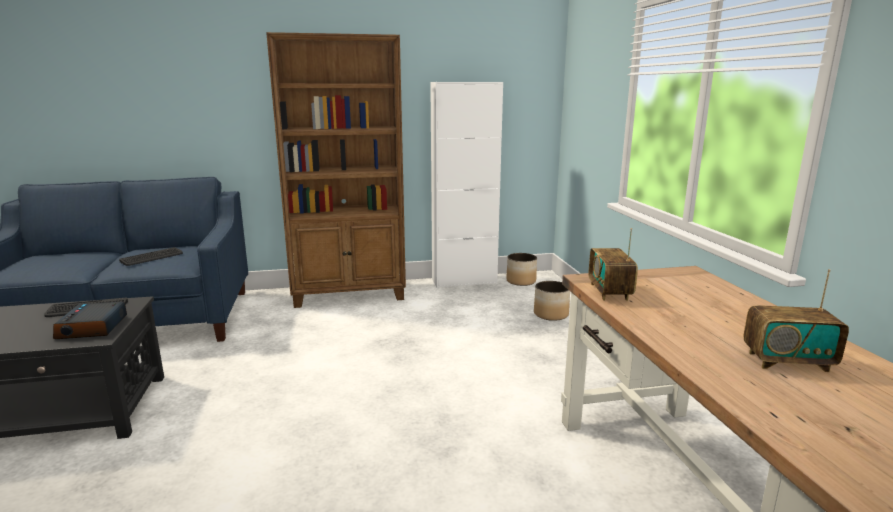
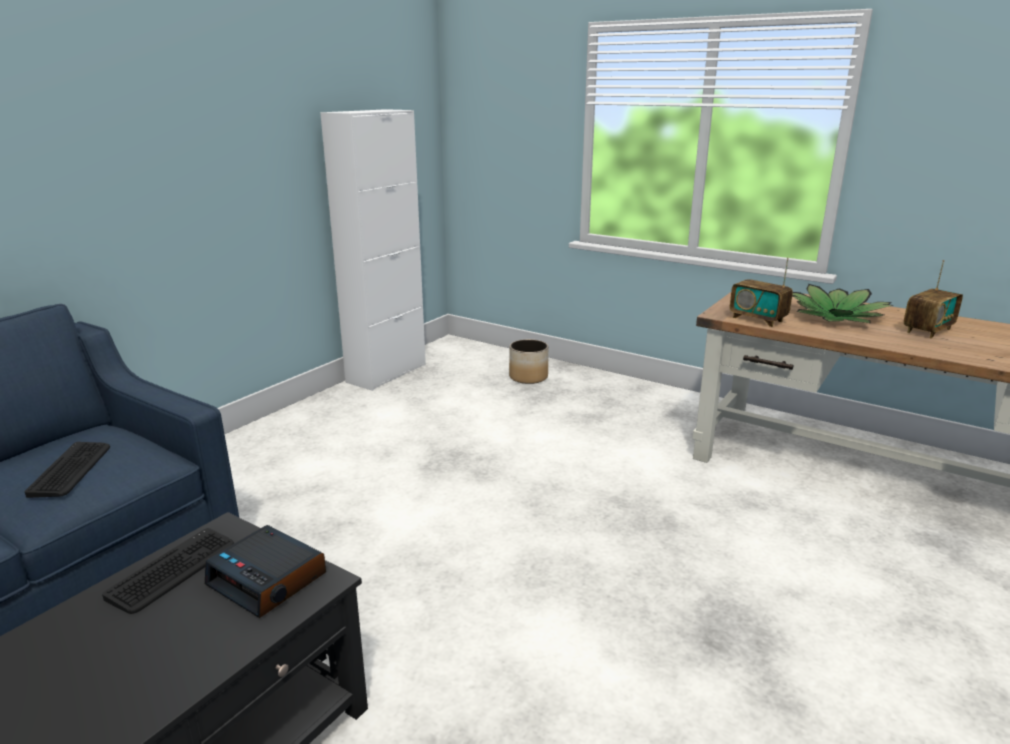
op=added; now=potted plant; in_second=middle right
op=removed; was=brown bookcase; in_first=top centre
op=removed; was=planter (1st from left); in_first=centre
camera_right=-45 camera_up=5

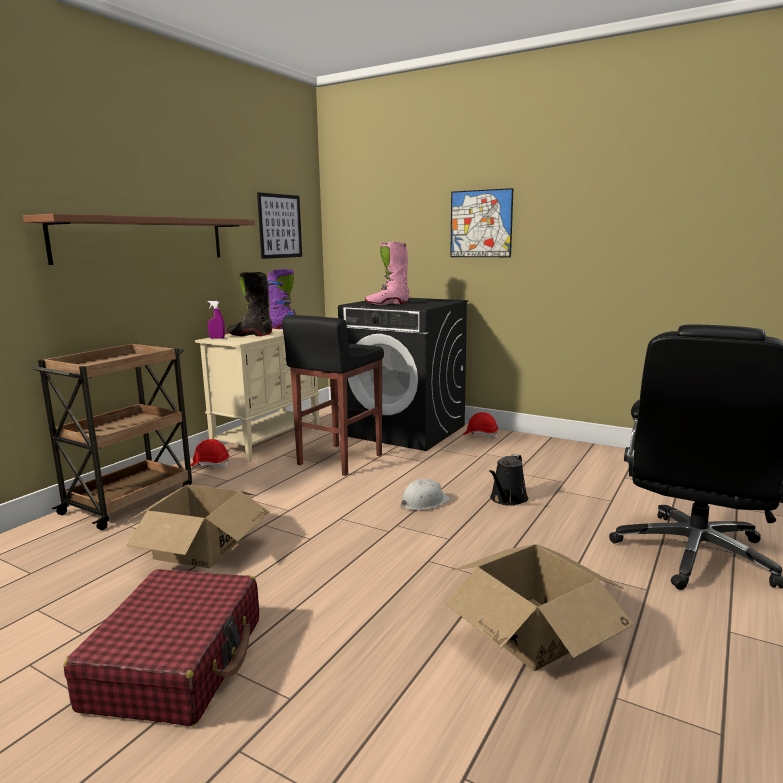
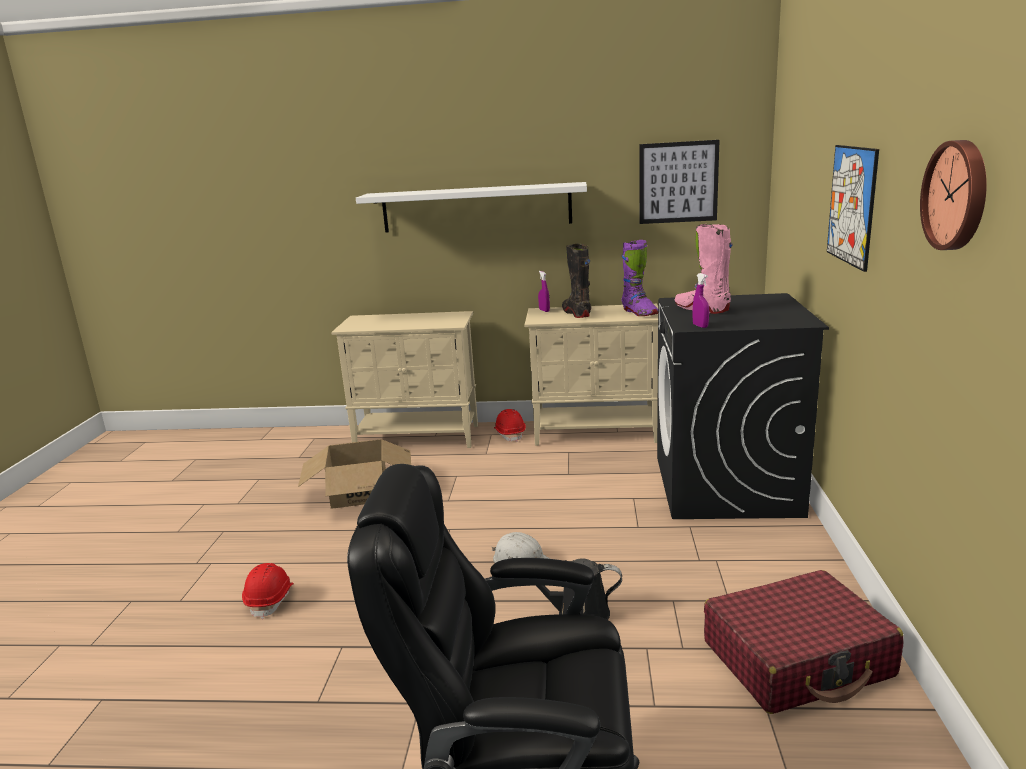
op=moved; was=red hard hat (2nd from left in the first image); now=red hard hat (1st from left); in_first=centre; in_second=bottom left
op=replaced; was=brown cart; now=beige cabinet (1st from left); in_first=middle left; in_second=centre
op=recoloured; was=brown shelf; now=white shelf; in_first=top left; in_second=top centre
op=added; now=purple spray bottle (2nd from left); in_second=middle right
op=moved; was=red suitcase; in_first=bottom left; in_second=bottom right
op=added; now=wall clock; in_second=top right
op=removed; was=black stool; in_first=centre
op=removed; was=cardboard box (2nd from left); in_first=bottom right
camera_right=65 camera_up=5

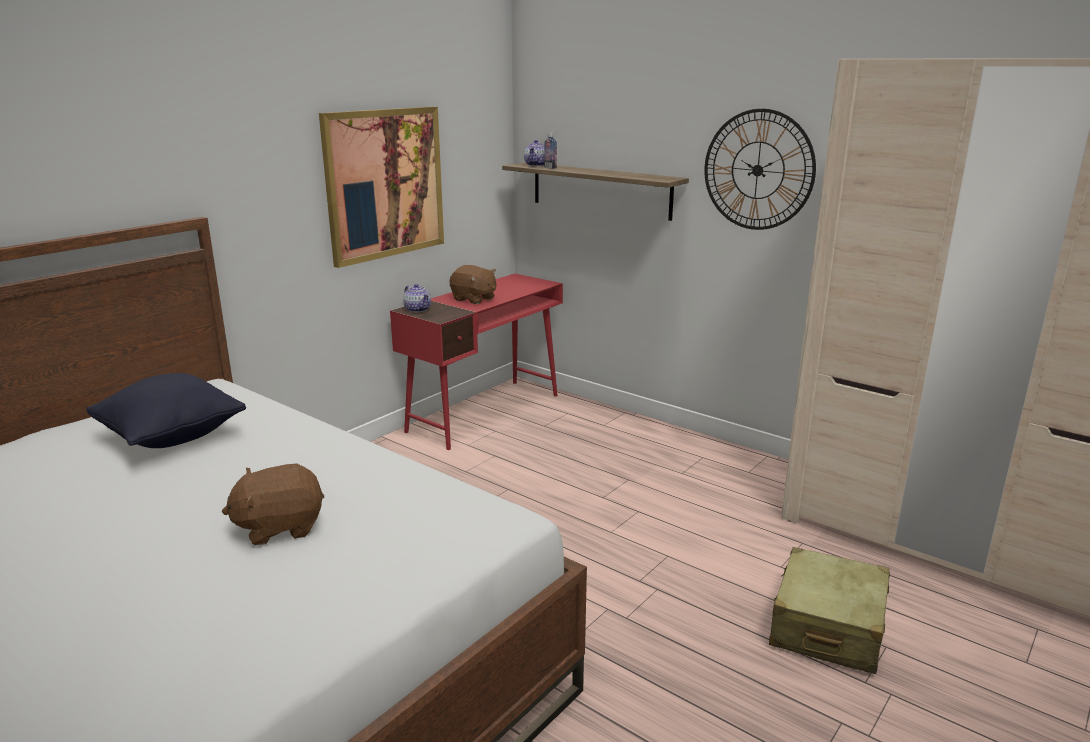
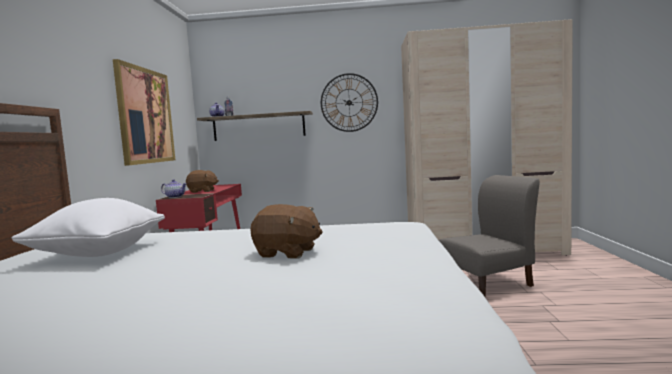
op=recoloured; was=black pillow; now=white pillow; in_first=middle left; in_second=middle left
op=turned; was=brown plush toy (1st from left in the first image); in_first=bottom left; in_second=centre; clockwise=-105
op=replaced; was=beige suitcase; now=grey chair; in_first=bottom right; in_second=middle right
camera_right=-35 camera_up=-15

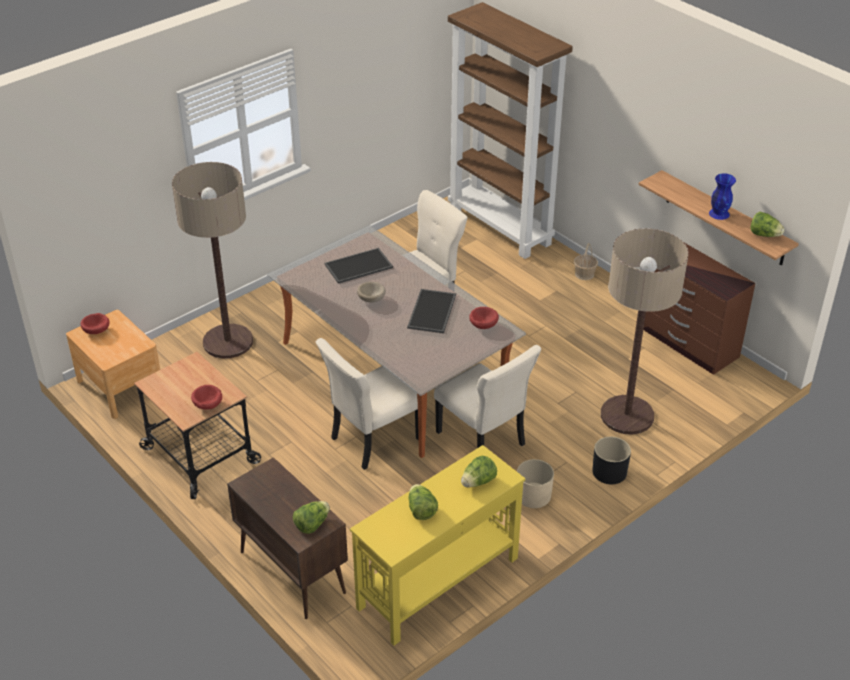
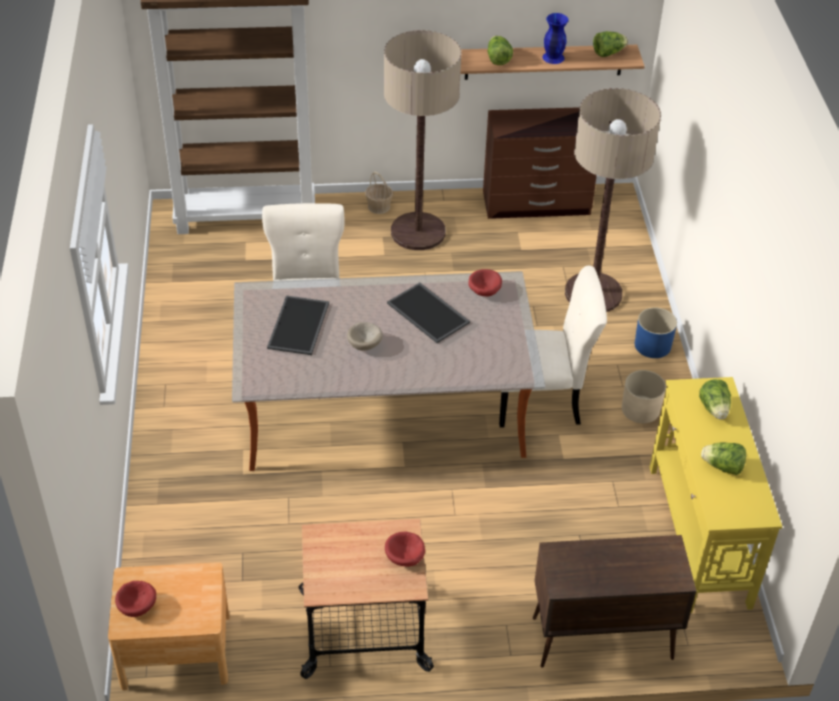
op=moved; was=floor lamp (1st from left); in_first=middle left; in_second=top centre
op=moved; was=lettuce (1st from left); in_first=bottom centre; in_second=top centre
op=recoloured; was=black planter; now=blue planter; in_first=bottom right; in_second=middle right
op=removed; was=beige chair (1st from left); in_first=centre
camera_right=-55 camera_up=5

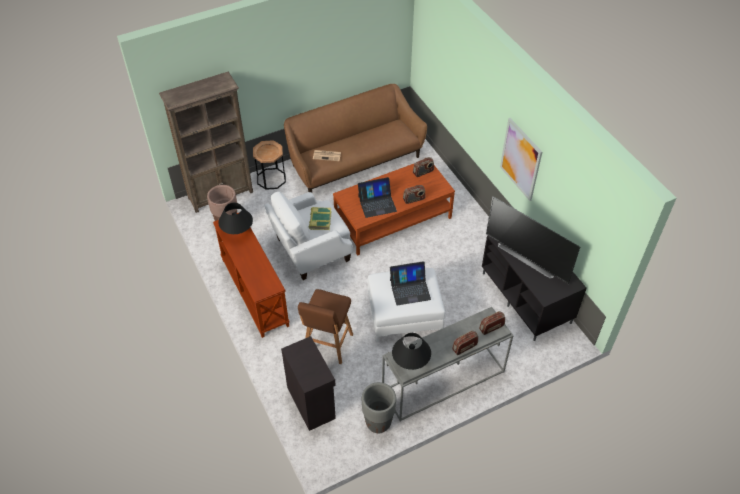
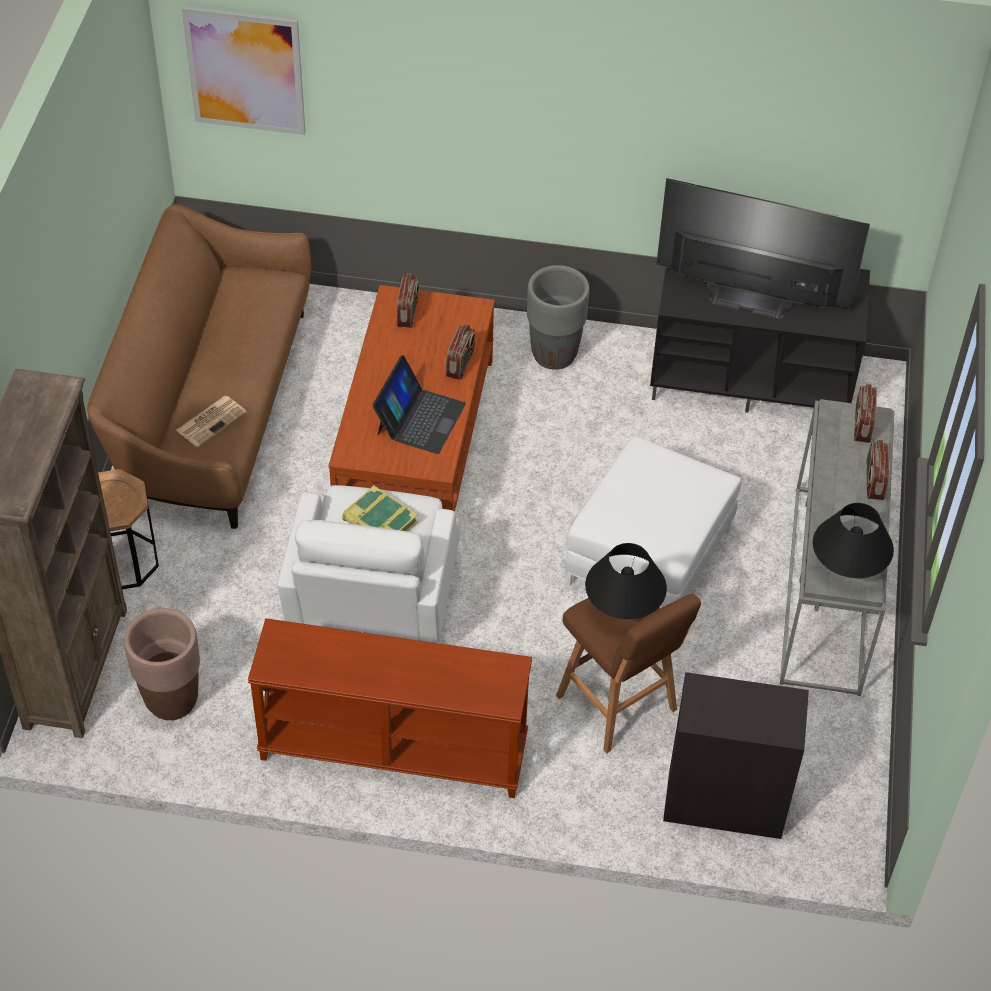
op=moved; was=picture; in_first=top right; in_second=top left
op=moved; was=grey planter; in_first=bottom centre; in_second=top centre
op=moved; was=black table lamp (1st from left); in_first=middle left; in_second=centre
op=turned; was=television; in_first=middle right; in_second=top right; clockwise=-150
op=removed; was=laptop (2nd from left); in_first=centre
camera_right=-55 camera_up=0

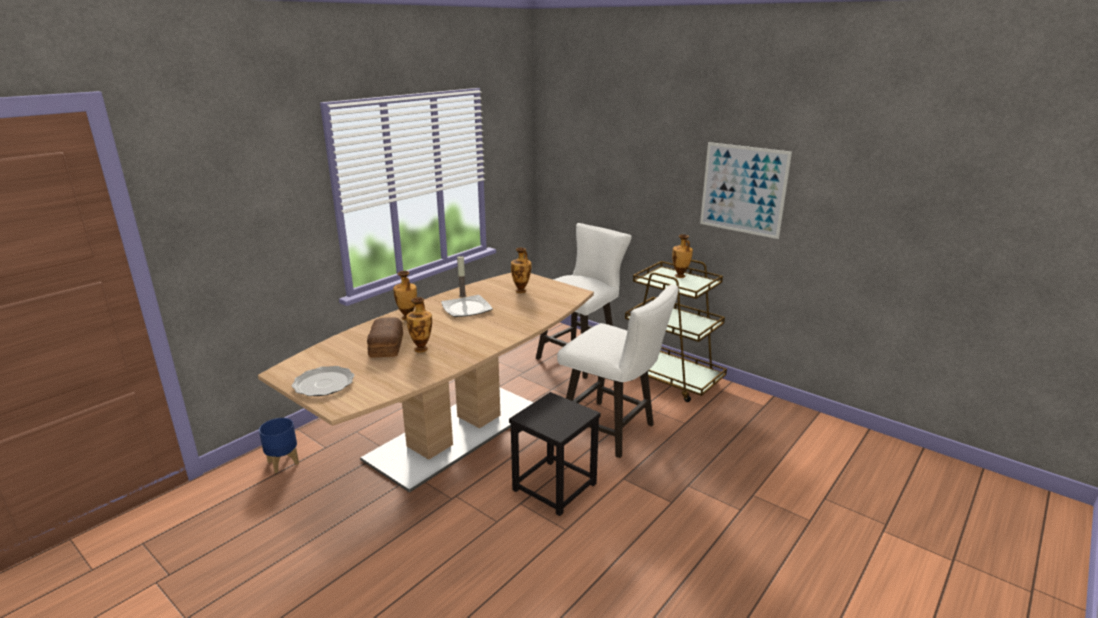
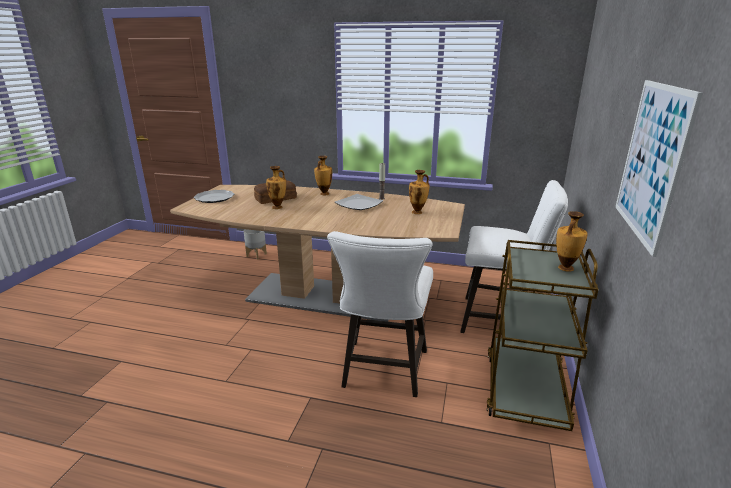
op=recoloured; was=blue planter; now=grey planter; in_first=bottom left; in_second=centre
op=removed; was=black stool; in_first=bottom centre
camera_right=65 camera_up=0

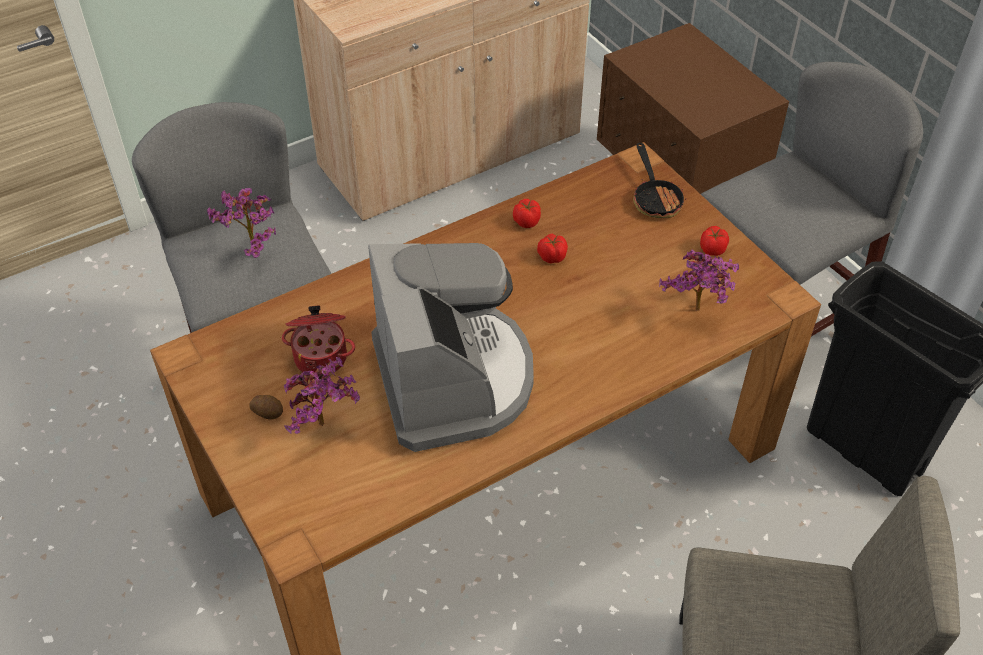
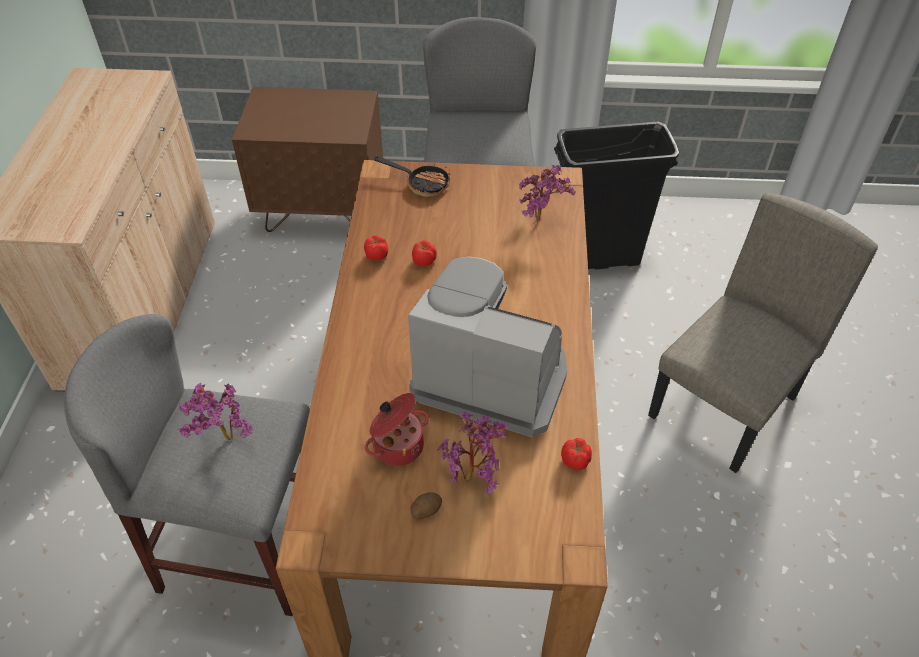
op=moved; was=tomato (3rd from left); in_first=middle right; in_second=bottom centre
camera_right=-55 camera_up=0

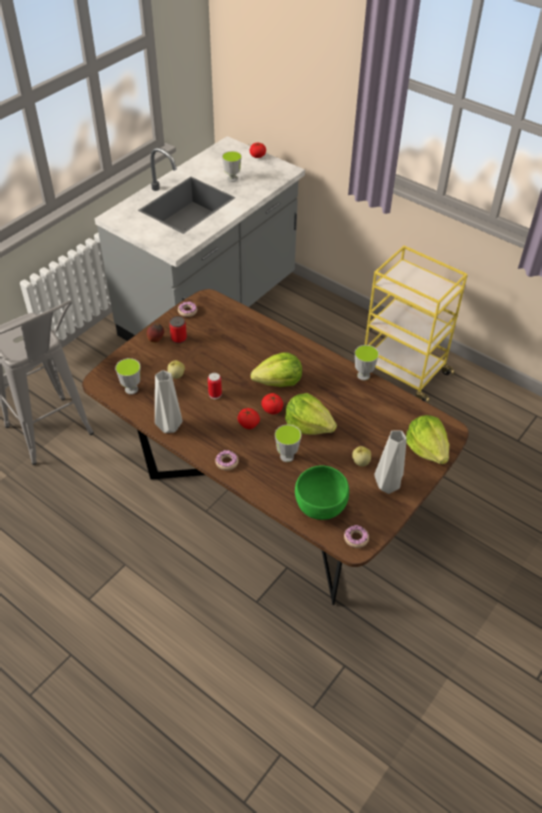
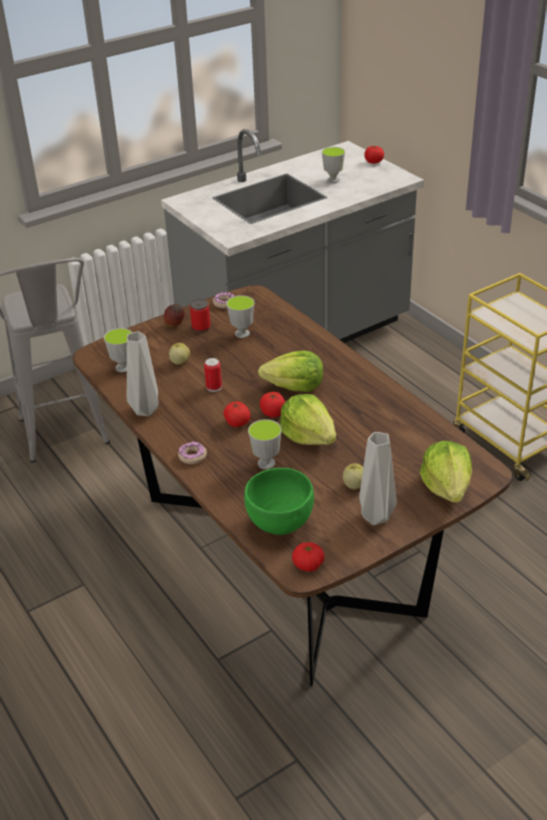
op=moved; was=cup (4th from left in the first image); now=cup (2nd from left); in_first=middle right; in_second=centre
op=replaced; was=donut (3rd from left); now=tomato (3rd from left); in_first=centre; in_second=bottom centre
camera_right=20 camera_up=-10

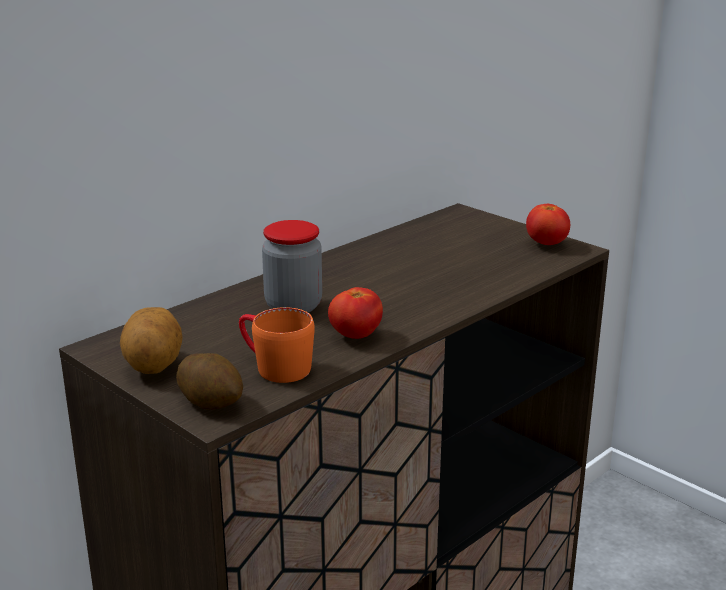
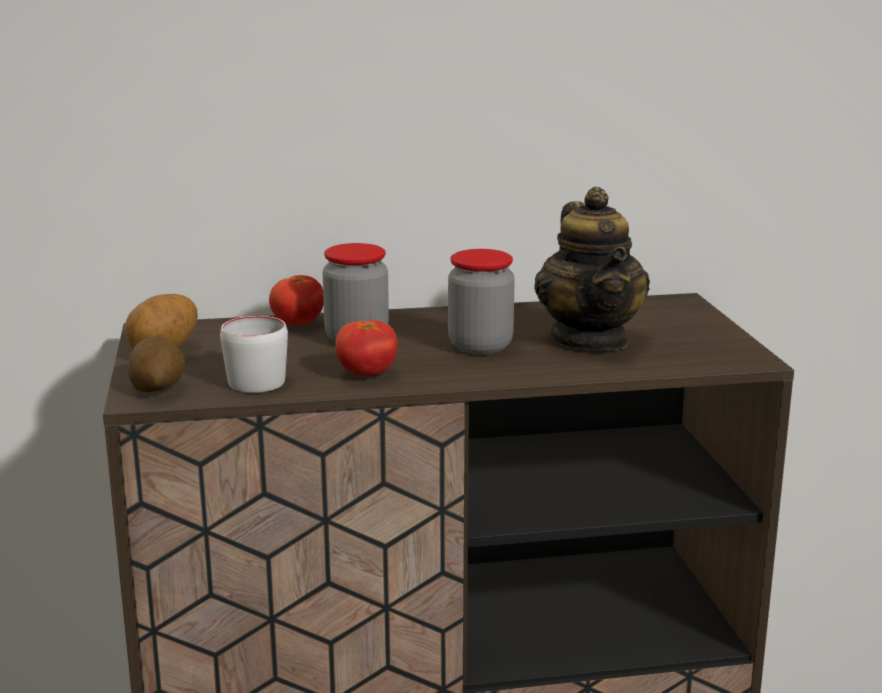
op=recoloured; was=orange mug; now=grey mug; in_first=centre; in_second=middle left
op=moved; was=tomato (2nd from left in the first image); now=tomato (1st from left); in_first=middle right; in_second=centre
op=added; now=jar (2nd from left); in_second=centre
op=added; now=teapot; in_second=middle right
camera_right=35 camera_up=-5

